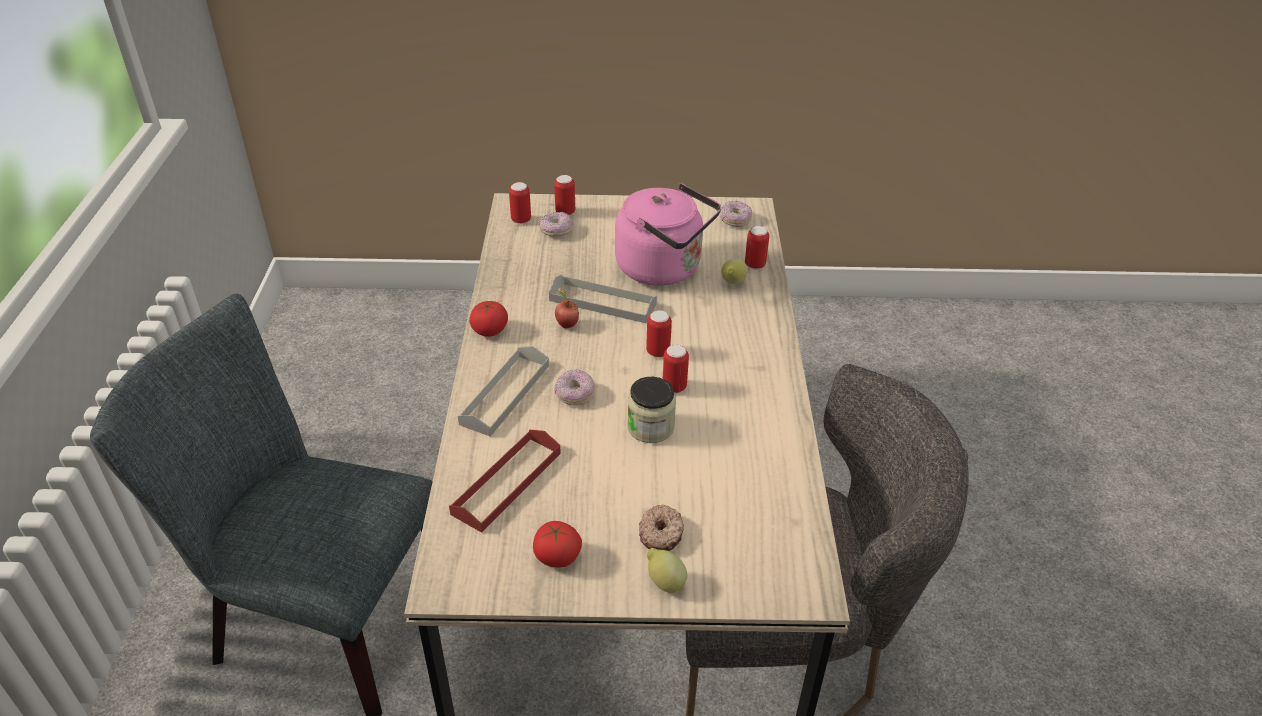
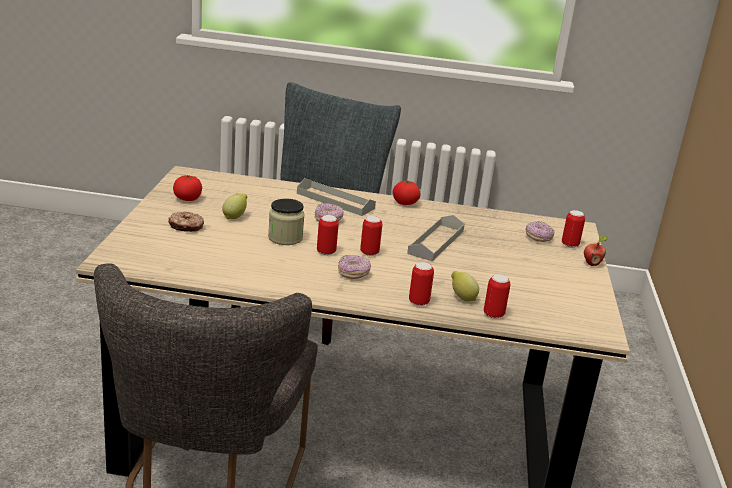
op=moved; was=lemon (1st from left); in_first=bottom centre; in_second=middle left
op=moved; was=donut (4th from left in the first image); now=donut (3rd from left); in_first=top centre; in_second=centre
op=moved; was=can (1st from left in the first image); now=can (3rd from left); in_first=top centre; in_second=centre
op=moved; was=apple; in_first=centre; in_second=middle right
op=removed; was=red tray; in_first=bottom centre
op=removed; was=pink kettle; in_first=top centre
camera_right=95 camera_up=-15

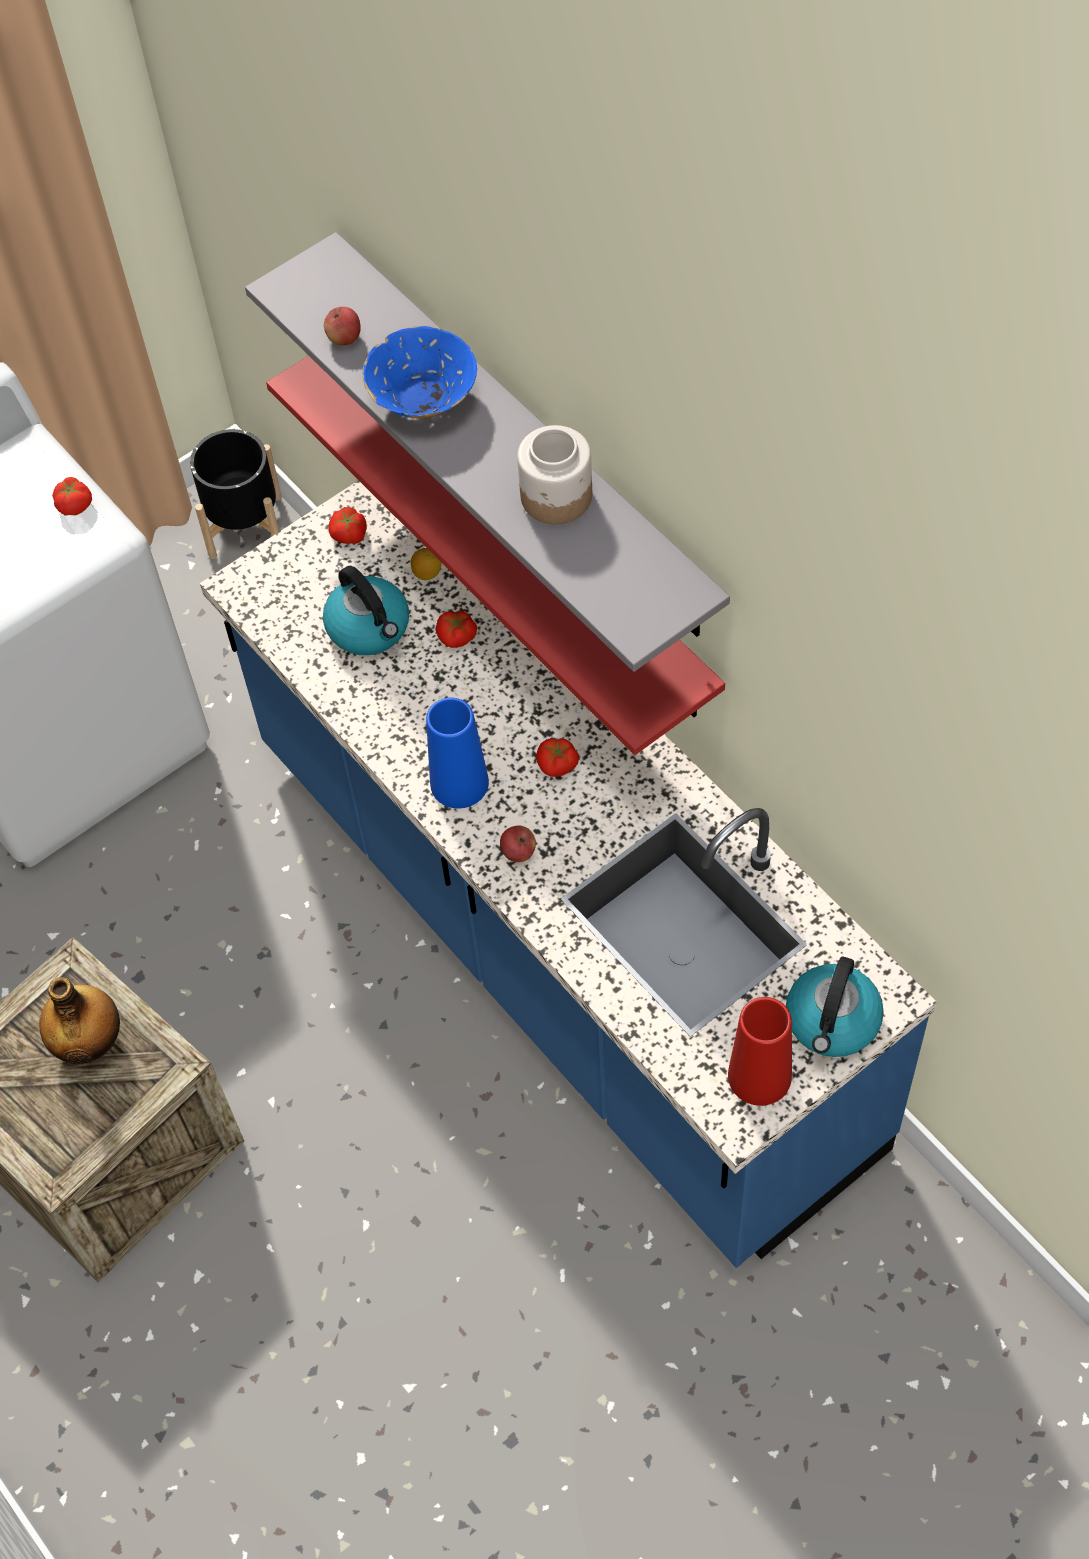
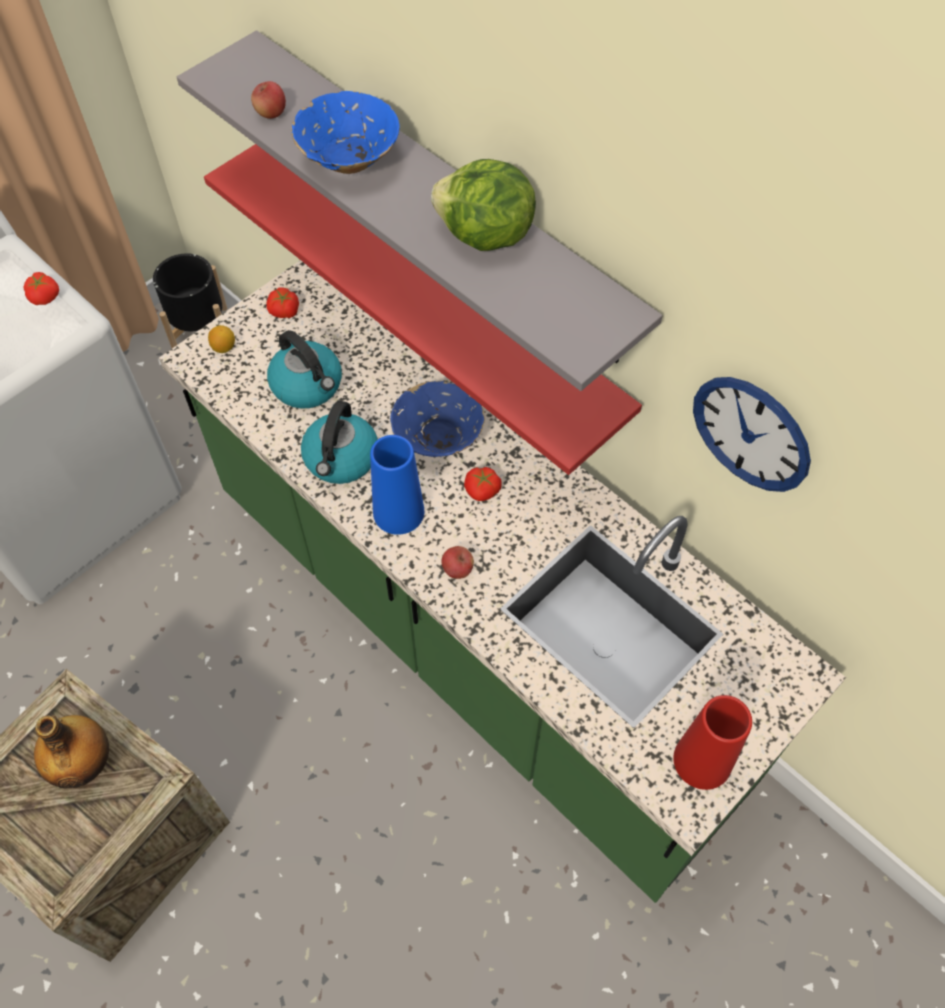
op=recoloured; was=blue counter; now=green counter; in_first=centre; in_second=centre
op=moved; was=lemon; in_first=centre; in_second=middle left
op=moved; was=kettle (2nd from left); in_first=middle right; in_second=centre
op=added; now=blue bowl (2nd from left); in_second=centre
op=replaced; was=jar; now=lettuce; in_first=top centre; in_second=top centre
op=added; now=wall clock; in_second=middle right
op=removed; was=tomato (3rd from left); in_first=centre
camera_right=-10 camera_up=0

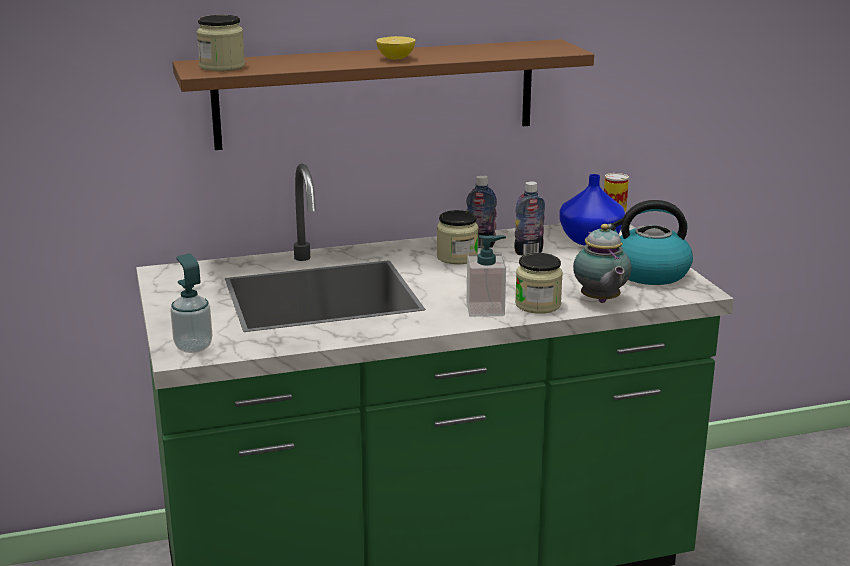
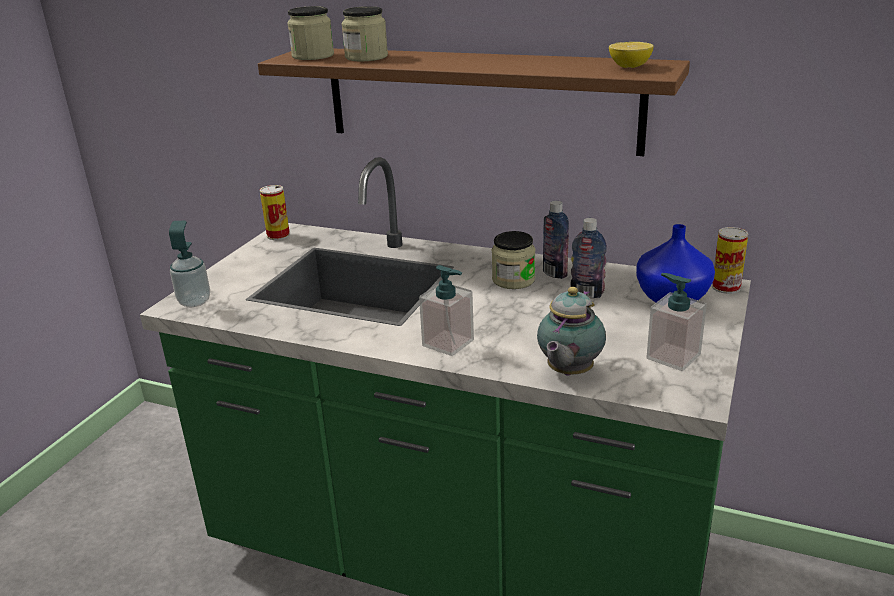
op=added; now=can (1st from left); in_second=middle left
op=moved; was=jar (3rd from left in the first image); now=jar (2nd from left); in_first=centre; in_second=top centre
op=moved; was=lemon; in_first=top centre; in_second=top right
op=replaced; was=kettle; now=soap dispenser (3rd from left); in_first=middle right; in_second=middle right
camera_right=40 camera_up=5

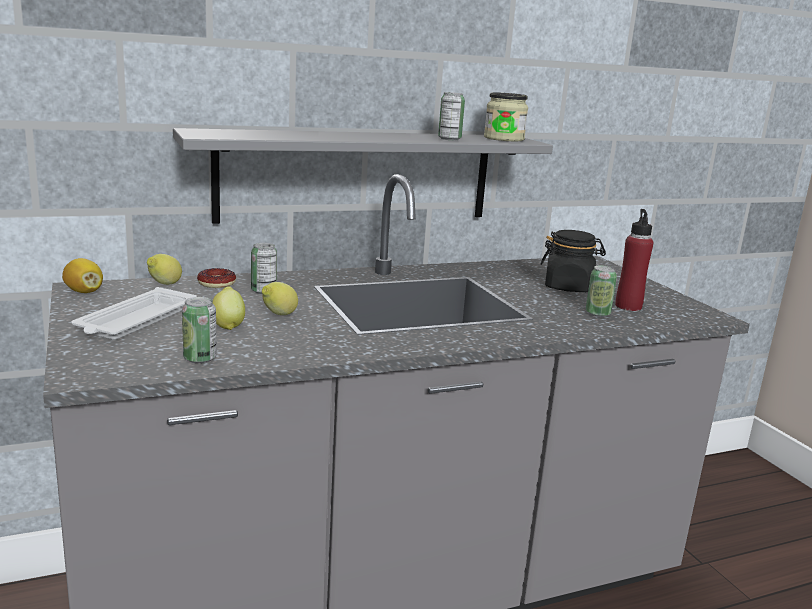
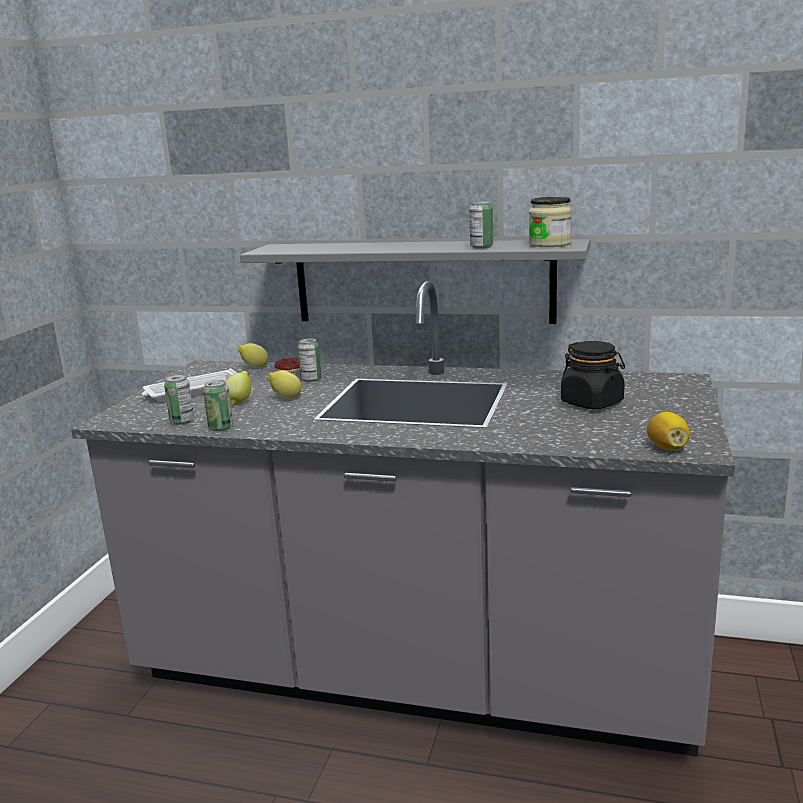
op=moved; was=can (4th from left in the first image); now=can (2nd from left); in_first=middle right; in_second=middle left
op=moved; was=lemon (1st from left in the first image); now=lemon (4th from left); in_first=middle left; in_second=middle right
op=removed; was=red bottle; in_first=middle right
camera_right=40 camera_up=0

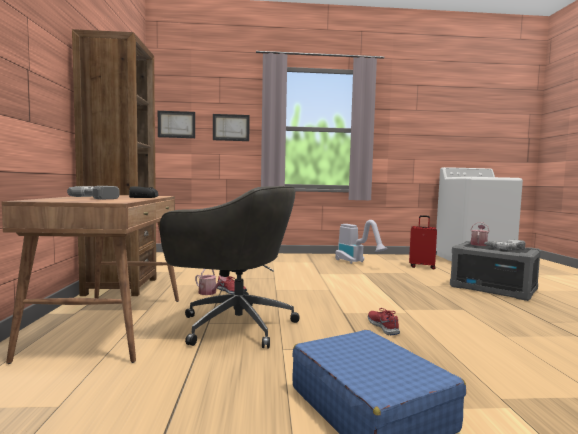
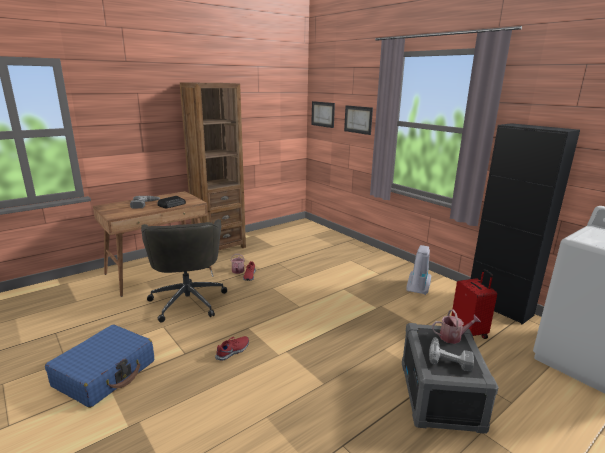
op=added; now=black cabinet; in_second=middle right
camera_right=55 camera_up=15

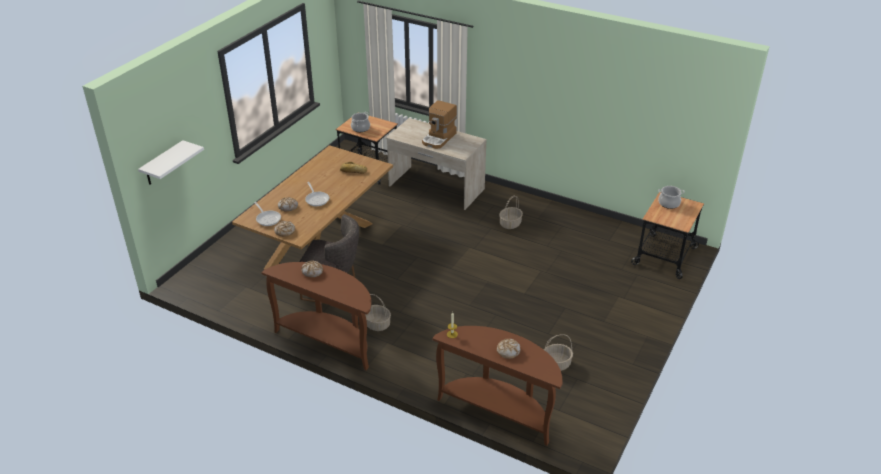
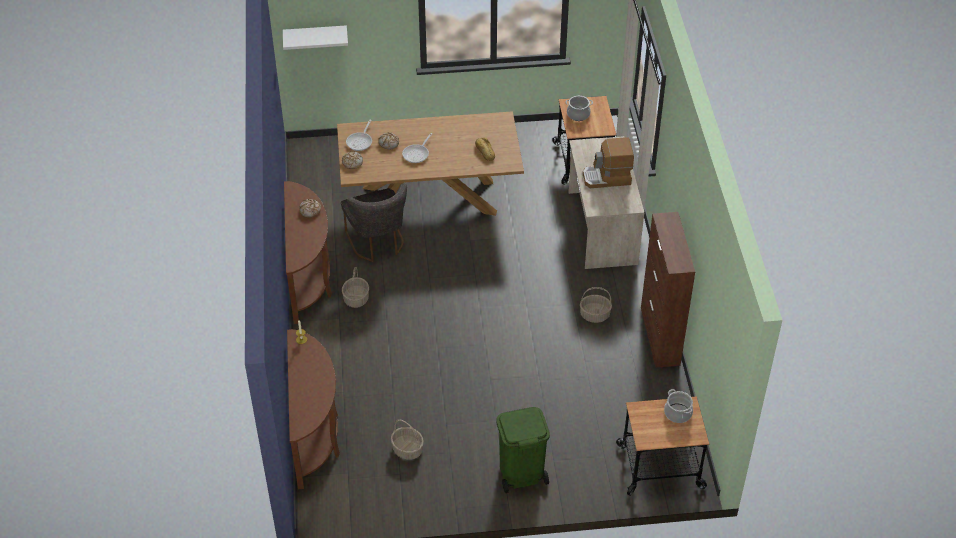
op=added; now=green trash can; in_second=bottom centre
op=added; now=brown cabinet; in_second=middle right
op=removed; was=bread (5th from left); in_first=bottom centre
camera_right=55 camera_up=10

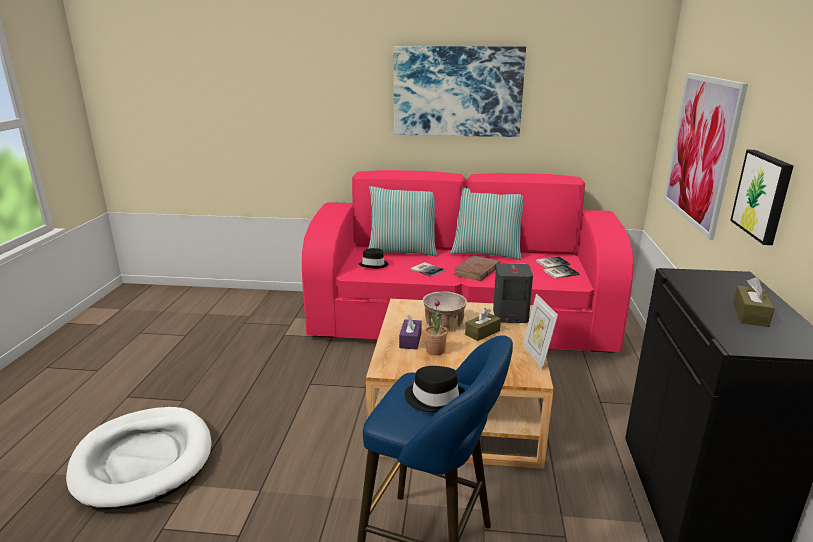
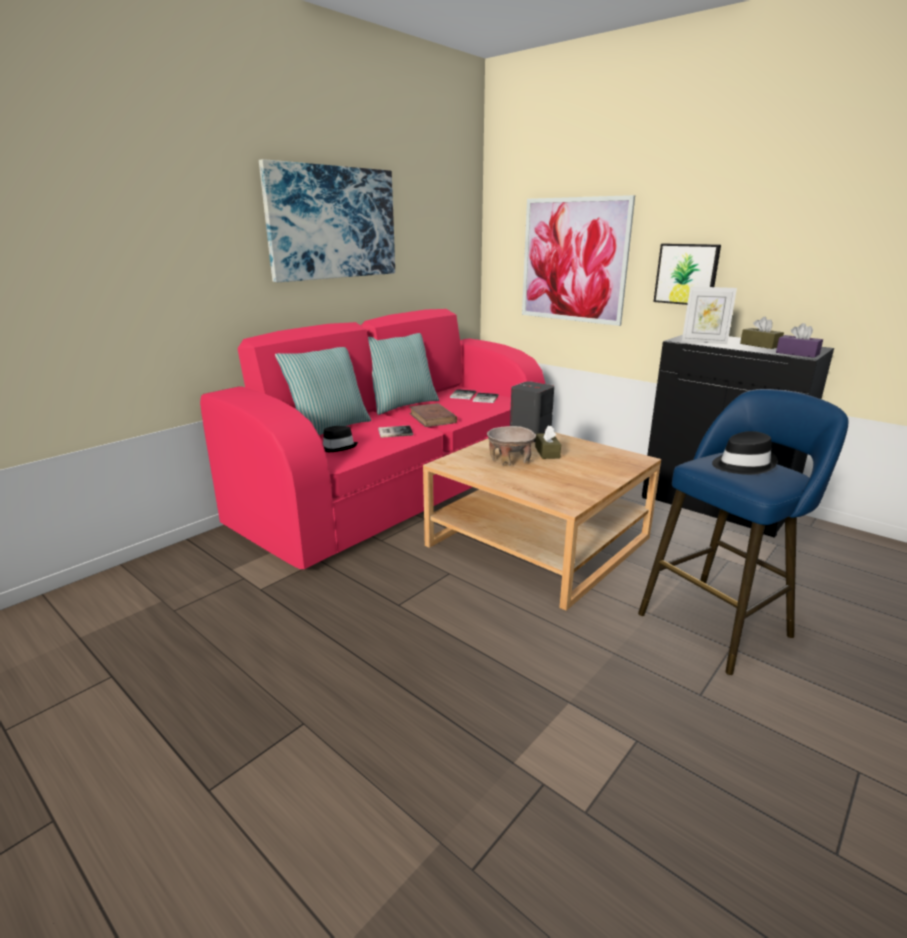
op=moved; was=picture frame; in_first=centre; in_second=middle right
op=moved; was=purple tissue box; in_first=centre; in_second=middle right
op=removed; was=white dog bed; in_first=bottom left
op=removed; was=potted plant; in_first=centre
camera_right=-55 camera_up=0

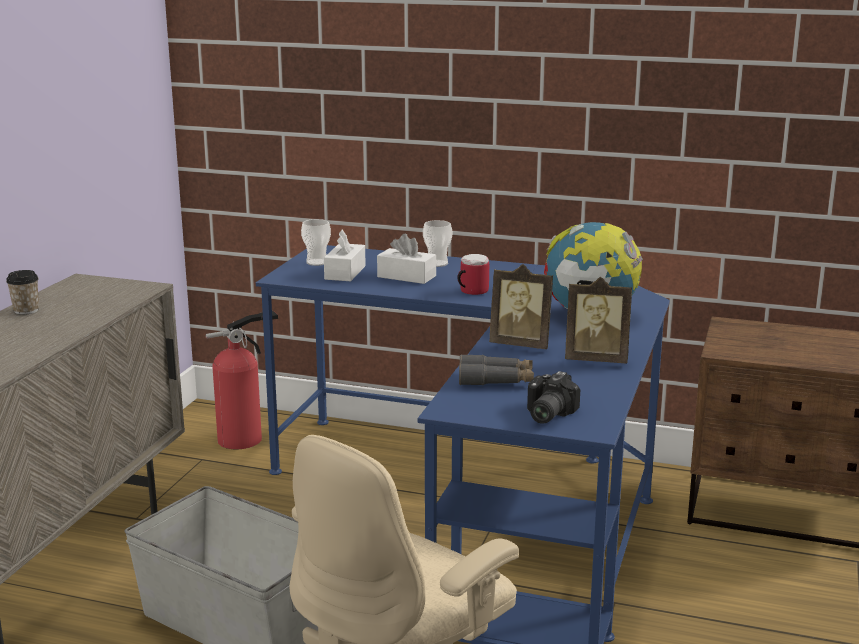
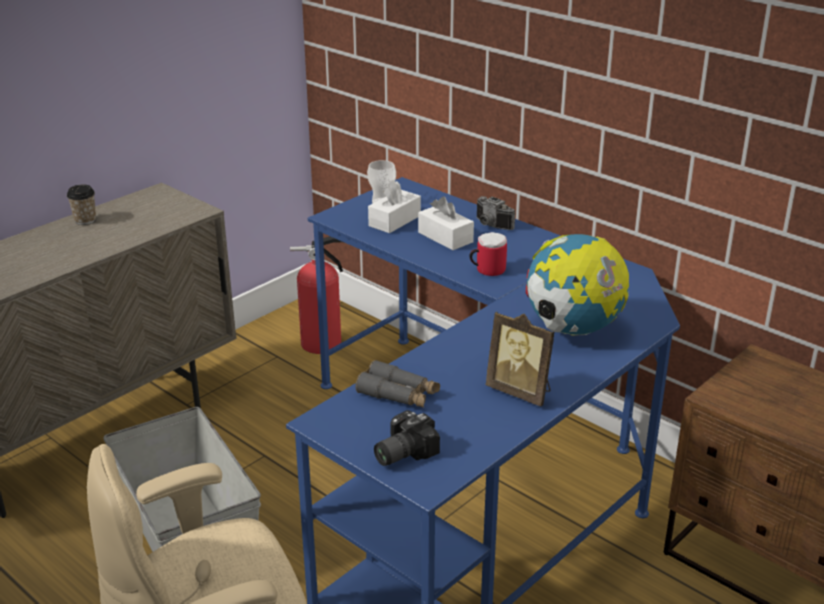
op=replaced; was=cup (3rd from left); now=photo camera (2nd from left); in_first=centre; in_second=centre
op=removed; was=picture frame (1st from left); in_first=centre
camera_right=25 camera_up=10

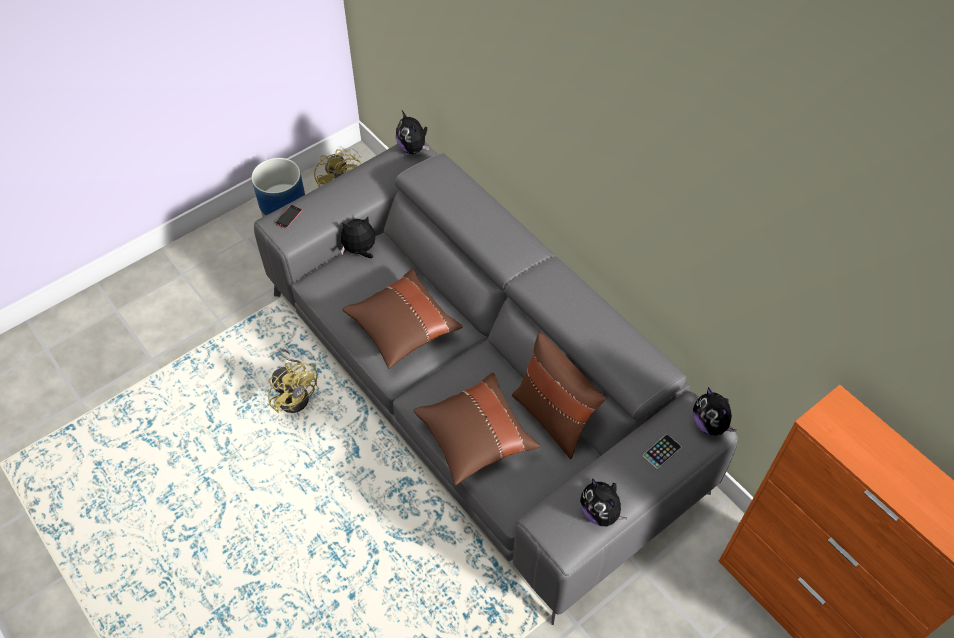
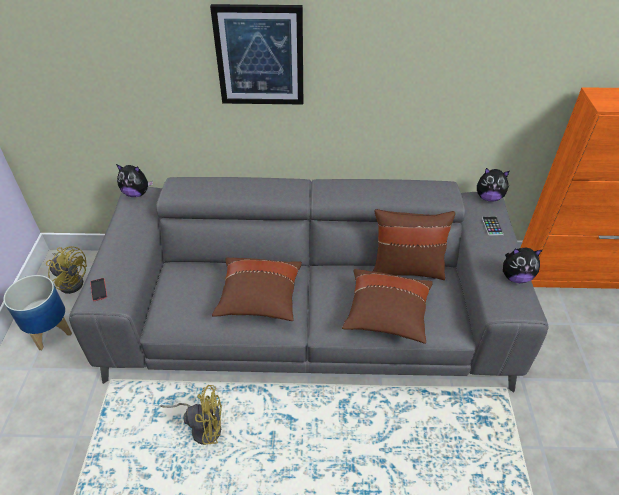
op=added; now=picture; in_second=top centre
op=removed; was=plush toy (1st from left); in_first=centre
camera_right=-50 camera_up=-10

